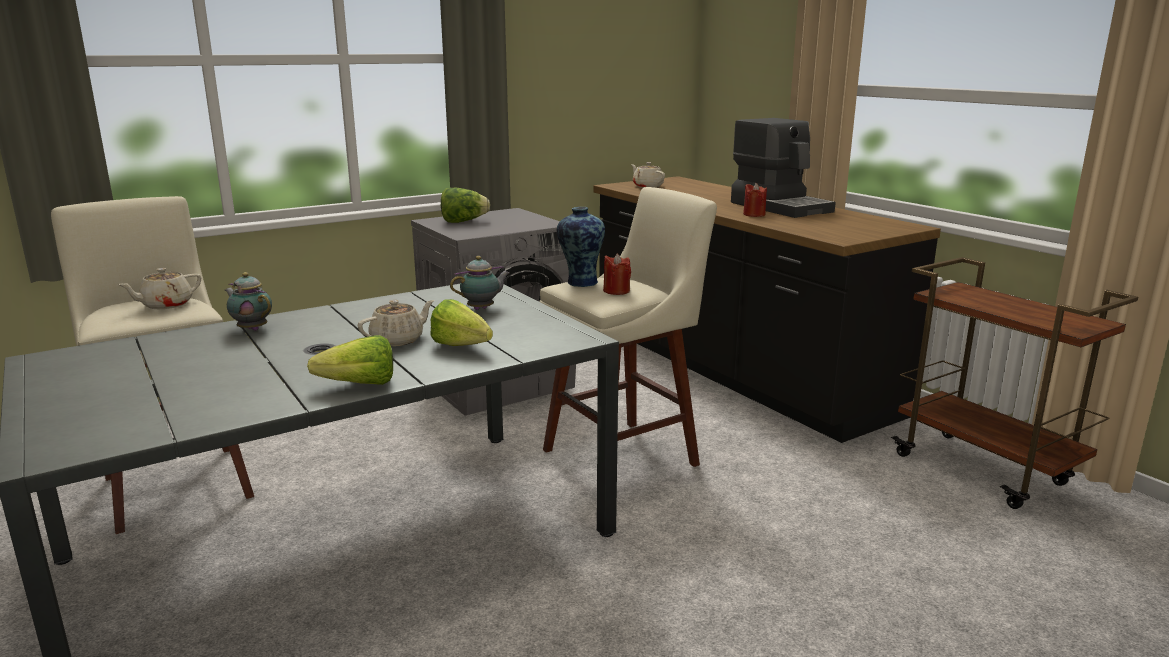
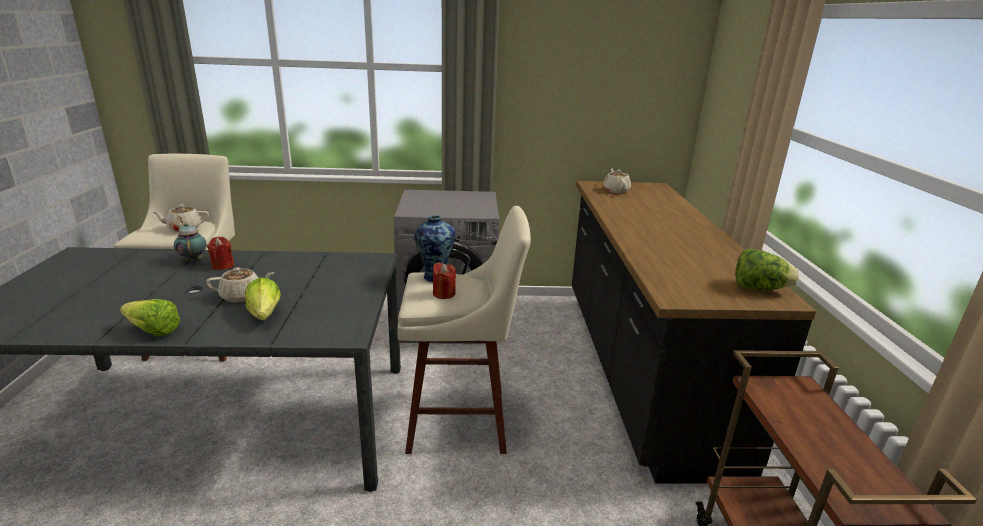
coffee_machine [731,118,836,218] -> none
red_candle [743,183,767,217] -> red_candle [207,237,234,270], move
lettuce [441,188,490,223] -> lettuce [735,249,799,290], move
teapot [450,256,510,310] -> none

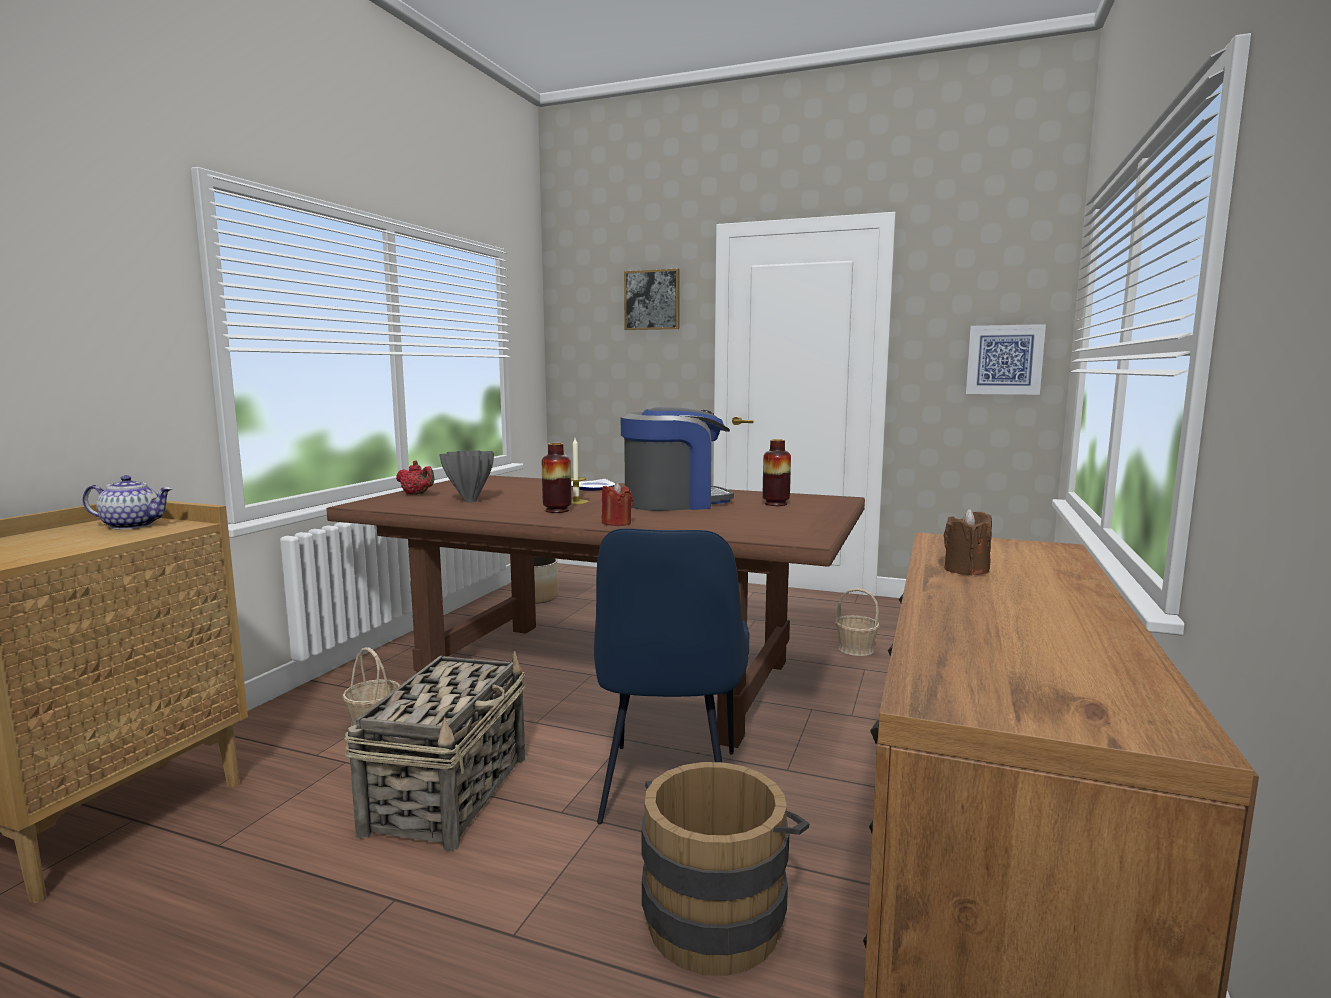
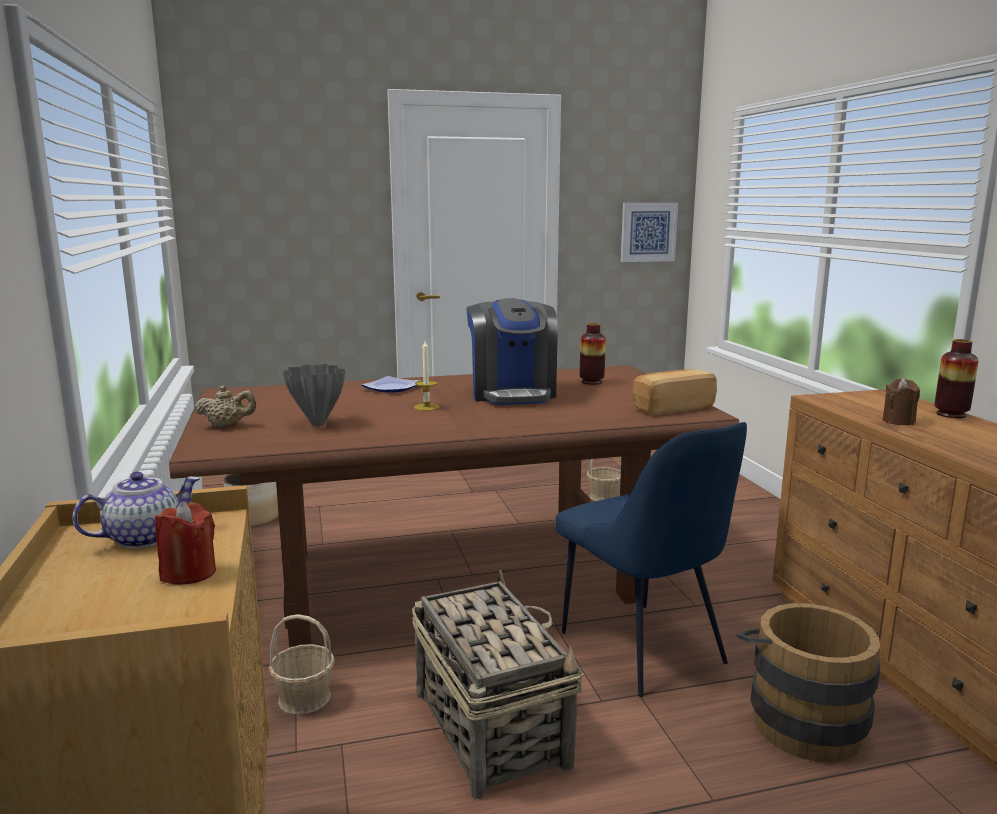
picture [624,269,680,330] -> none
coffee_machine [621,407,734,511] -> coffee_machine [466,298,558,405], 135 degrees clockwise
vase [542,443,571,513] -> vase [935,339,978,418], move
red_teapot [396,460,434,495] -> beige_teapot [194,385,256,428]
red_candle [602,482,633,526] -> red_candle [155,502,216,585], move
none -> bread [632,369,717,415]

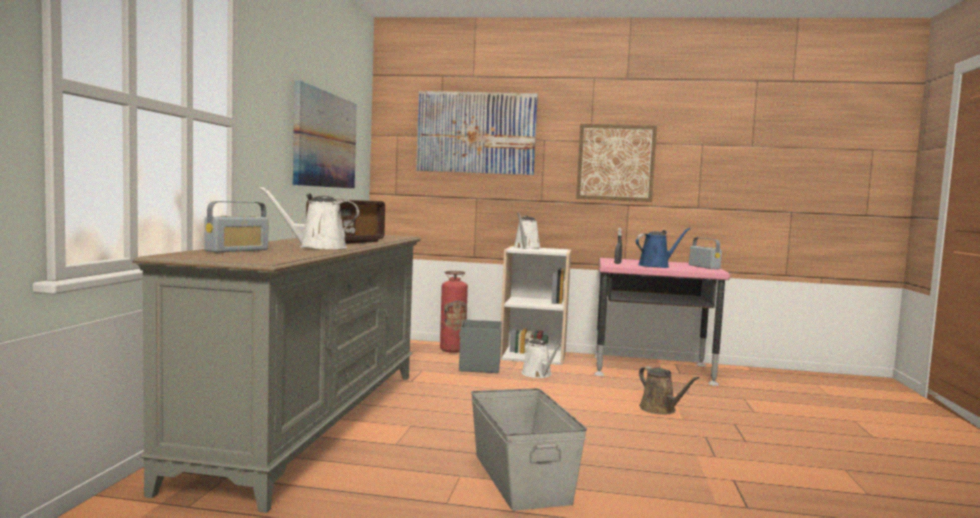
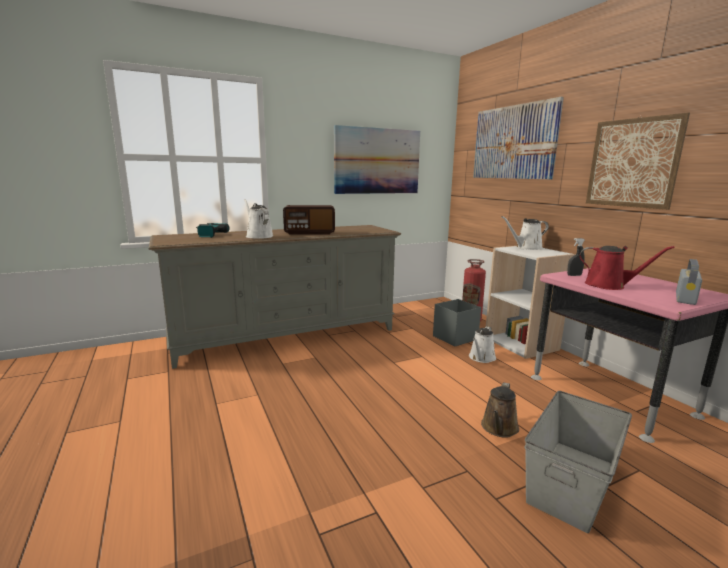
radio [204,201,269,253] -> power_drill [196,223,230,238]
blue_watering_can [636,228,691,268] -> red_watering_can [579,246,674,290]
grey_storage_box [471,388,587,511] -> grey_storage_box [524,391,632,533], move

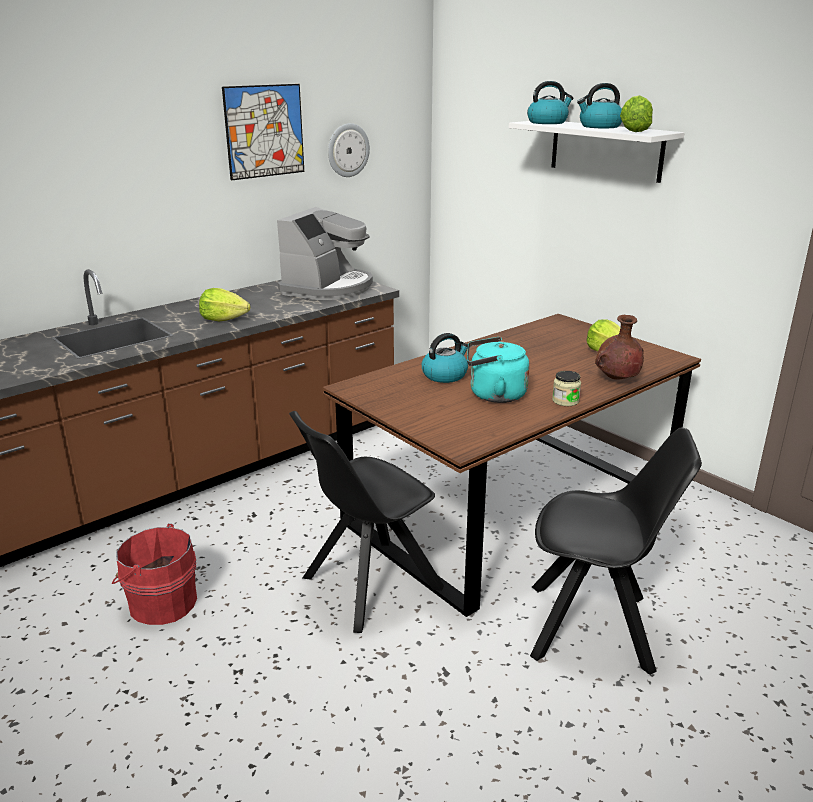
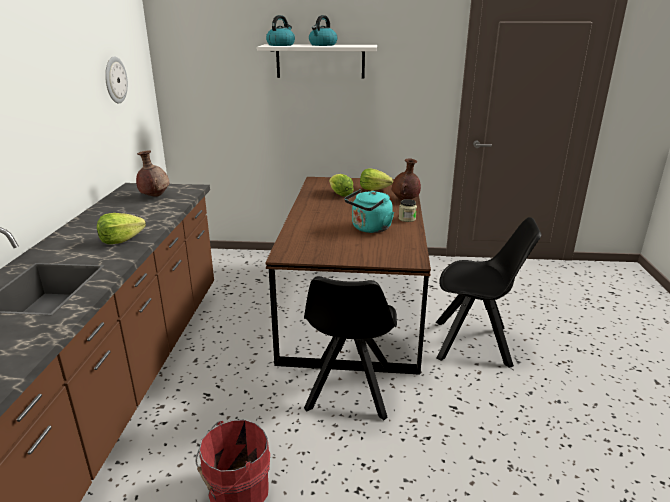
picture [222,84,304,180] -> none
lettuce [620,95,653,132] -> lettuce [329,174,354,197], move
coffee_machine [277,207,373,300] -> brown_vase [136,150,170,197]
kettle [422,333,468,383] -> none
black_chair [530,427,702,675] -> black_chair [436,217,542,368], 45 degrees clockwise

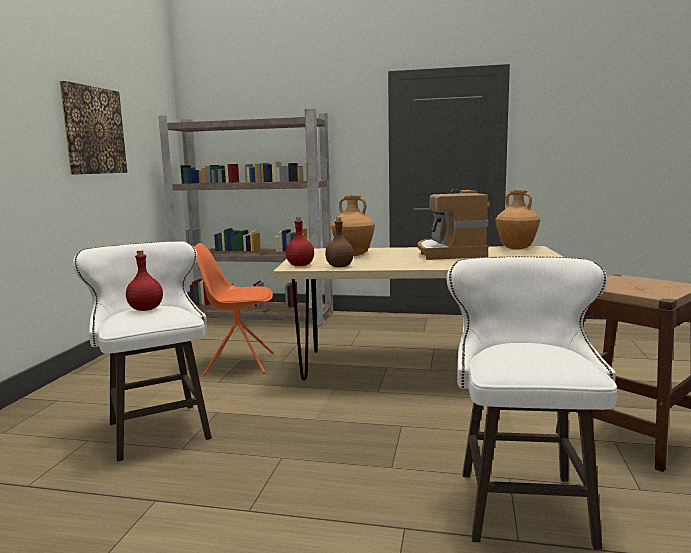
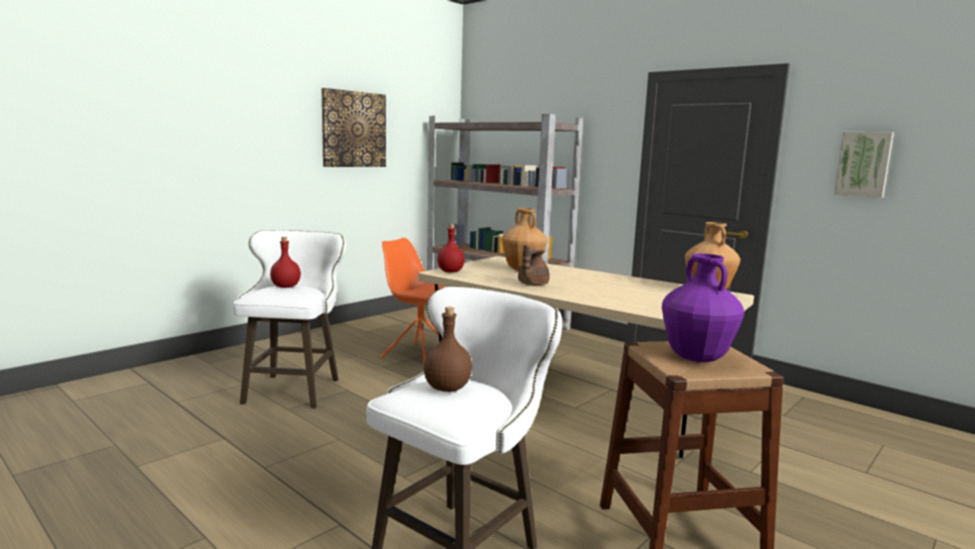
coffee_machine [418,189,488,260] -> none
brown_bottle [325,217,354,267] -> brown_bottle [424,307,472,392], move
none -> picture [834,132,894,198]
none -> brown_teapot [518,245,550,285]
none -> purple_vase [662,253,744,362]

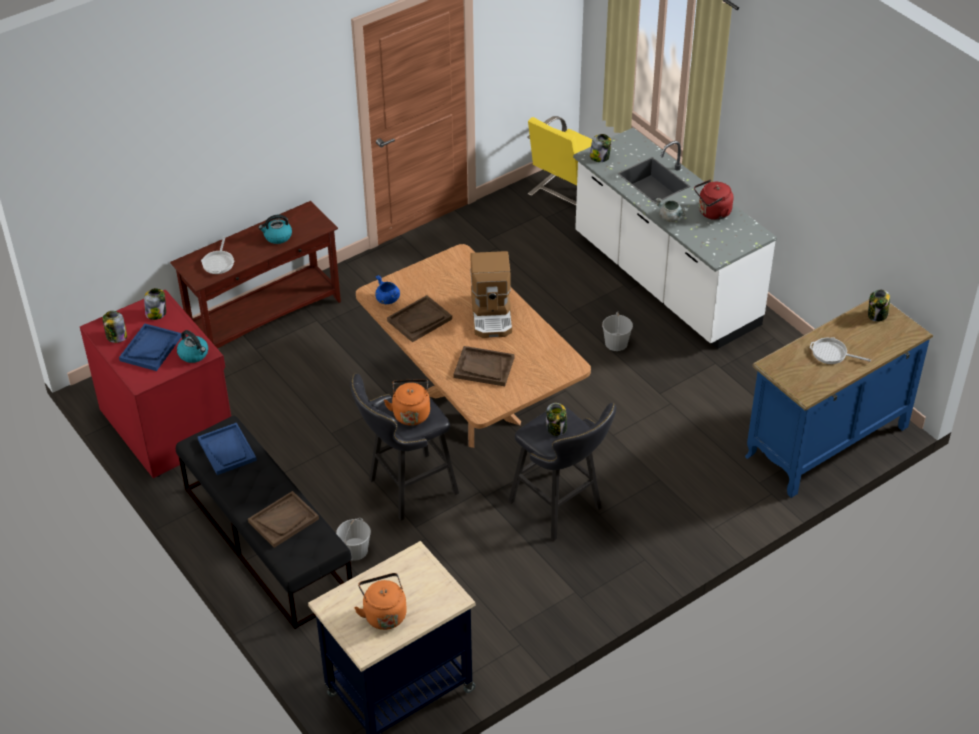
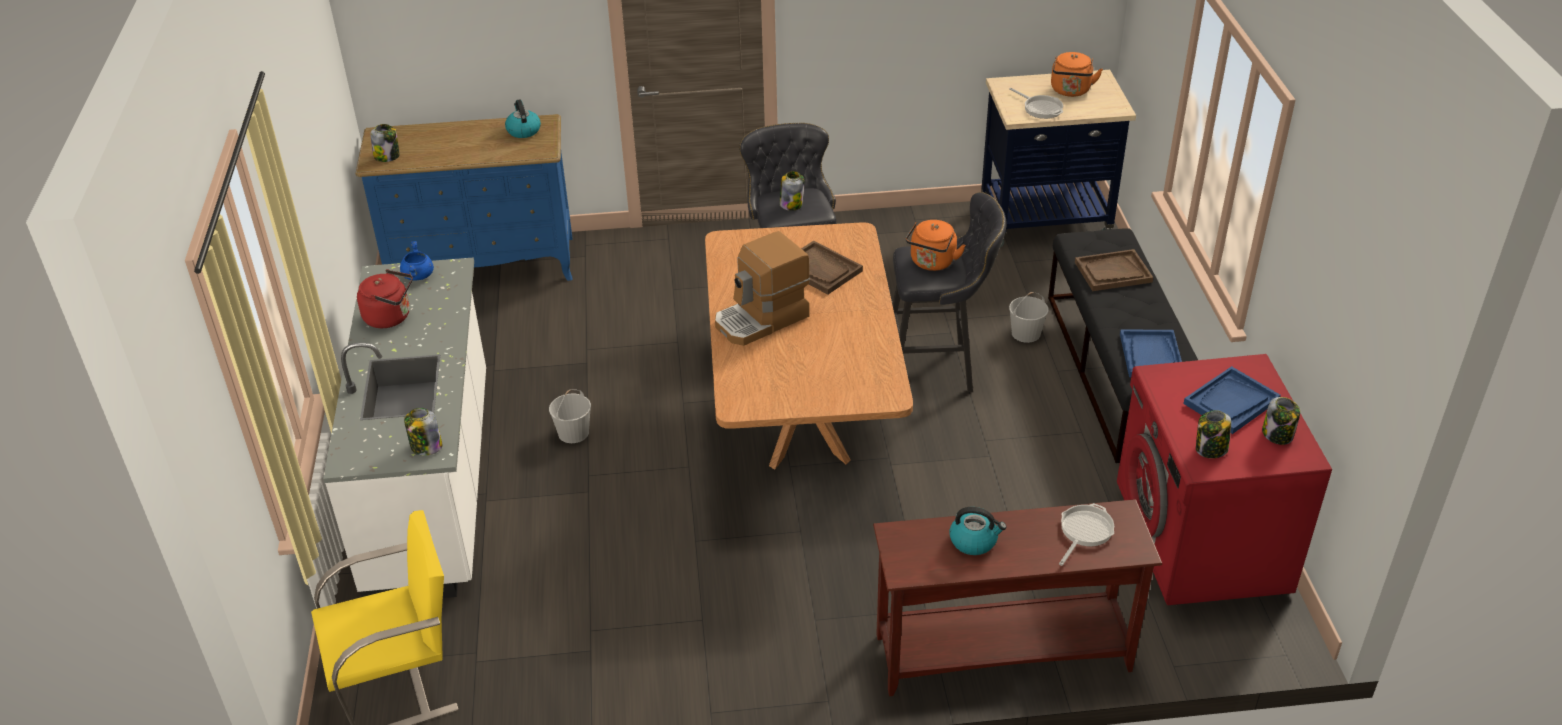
grey_cooking_pot [656,198,688,222] -> none
coffee_machine [470,251,512,338] -> coffee_machine [715,231,810,346], 150 degrees counterclockwise
blue_cooking_pot [375,275,400,304] -> blue_cooking_pot [400,241,434,280], move
brown_tray [387,295,452,342] -> none
kettle [177,330,208,363] -> kettle [505,99,541,138], move
frying_pan [810,337,871,364] -> frying_pan [1009,88,1063,119], move

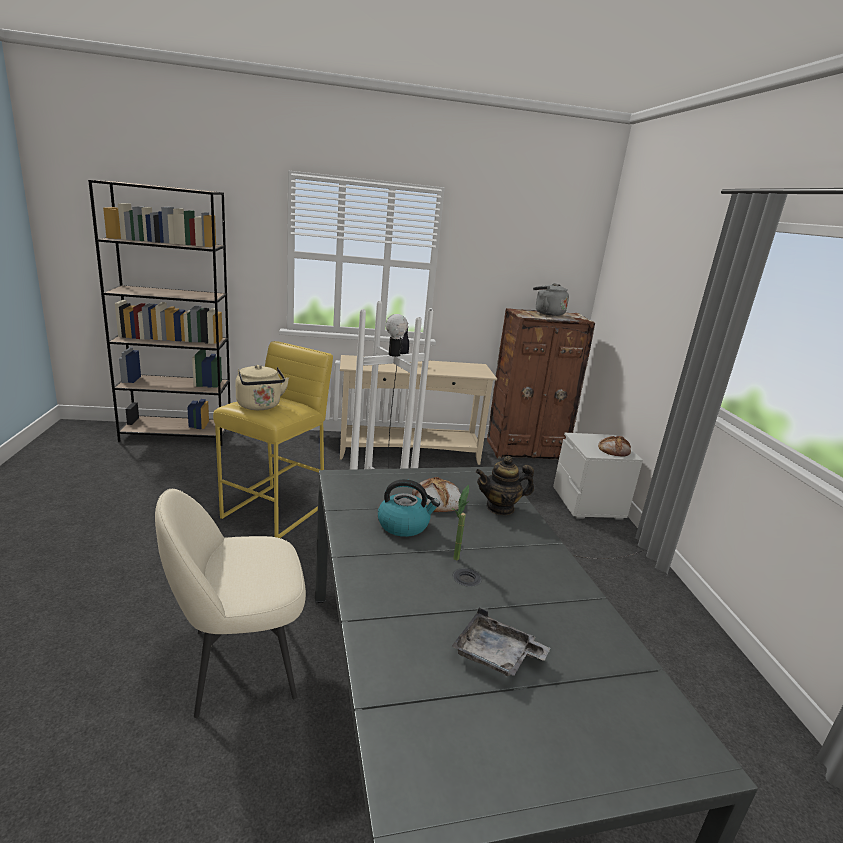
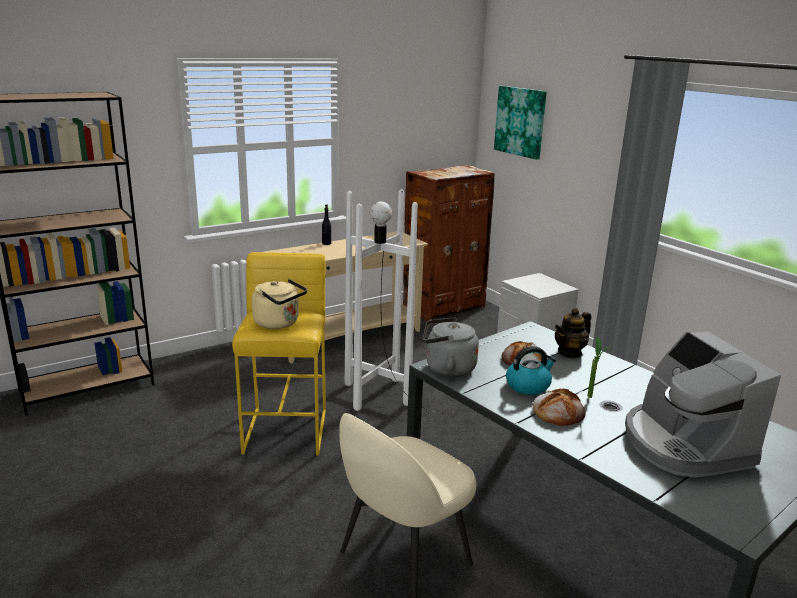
grey_kettle [533,283,569,316] -> grey_kettle [423,317,479,377], move
bread [598,436,631,456] -> bread [533,389,586,426], move
grey_tray [452,608,551,676] -> coffee_machine [625,331,781,477]
none -> picture [494,86,547,160]

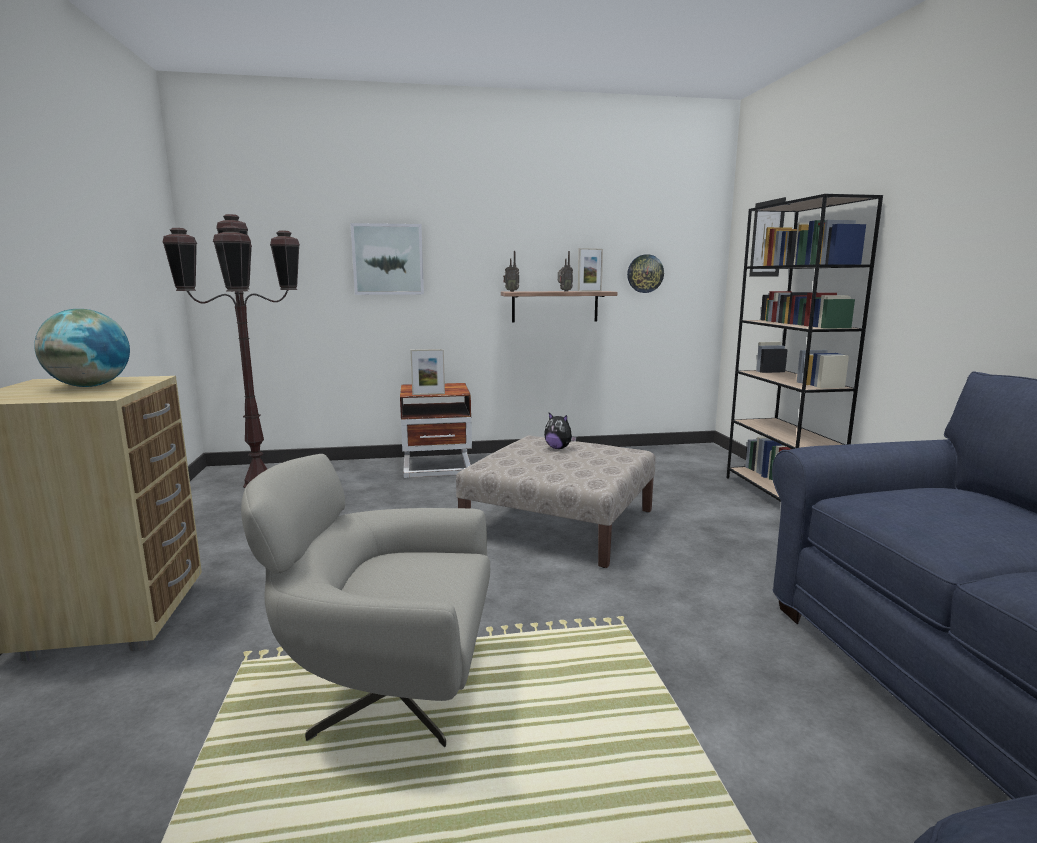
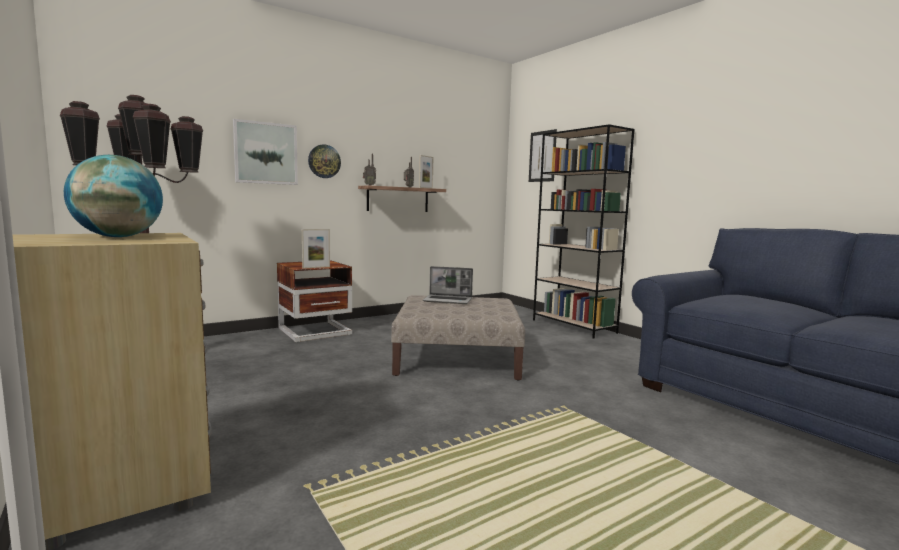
wall_clock [627,254,664,293] -> wall_clock [308,144,341,178], move
plush_toy [544,413,577,449] -> laptop [423,266,473,304]
grey_armchair [241,454,490,747] -> none

